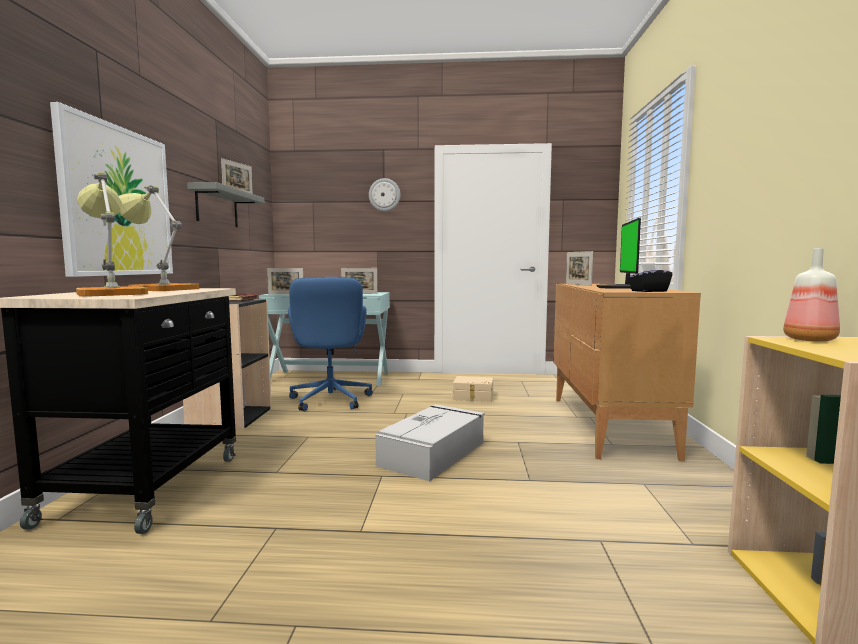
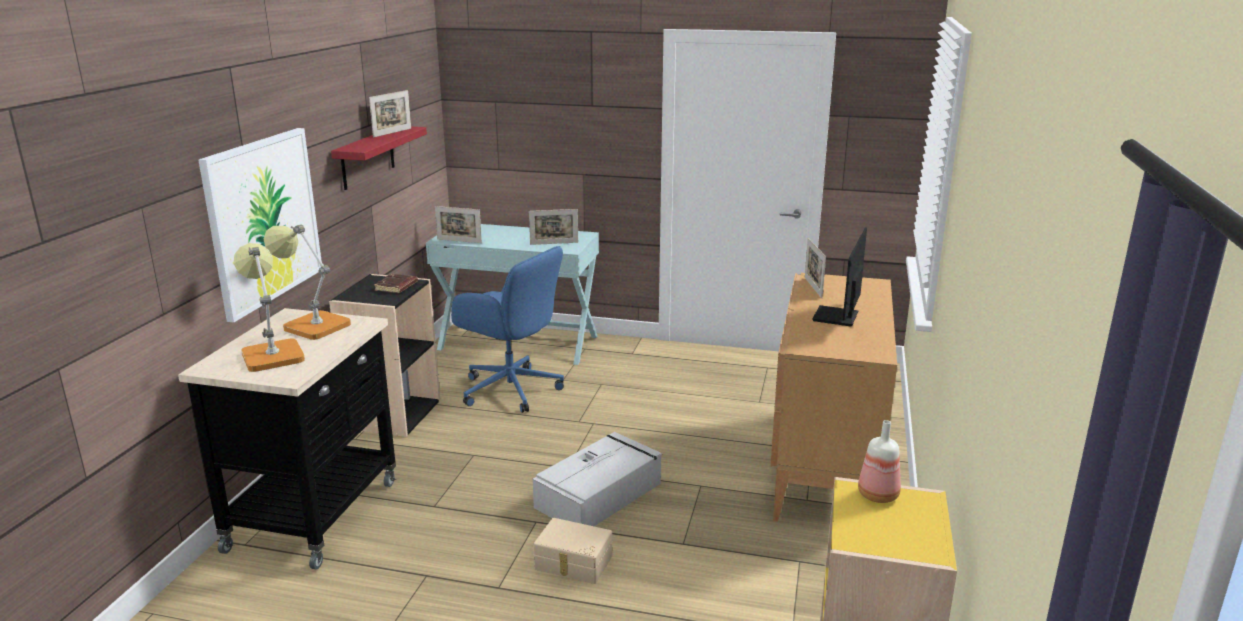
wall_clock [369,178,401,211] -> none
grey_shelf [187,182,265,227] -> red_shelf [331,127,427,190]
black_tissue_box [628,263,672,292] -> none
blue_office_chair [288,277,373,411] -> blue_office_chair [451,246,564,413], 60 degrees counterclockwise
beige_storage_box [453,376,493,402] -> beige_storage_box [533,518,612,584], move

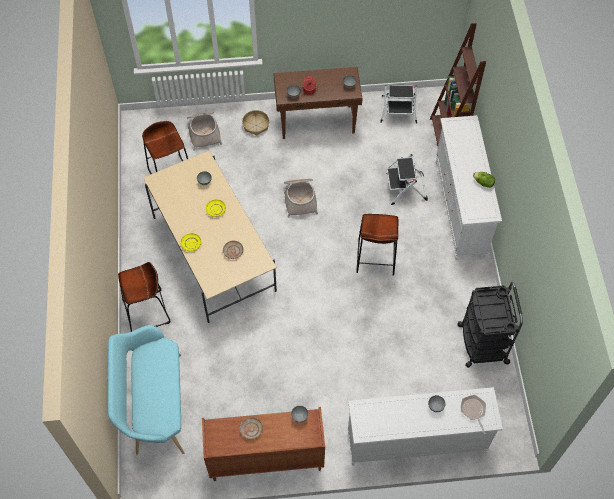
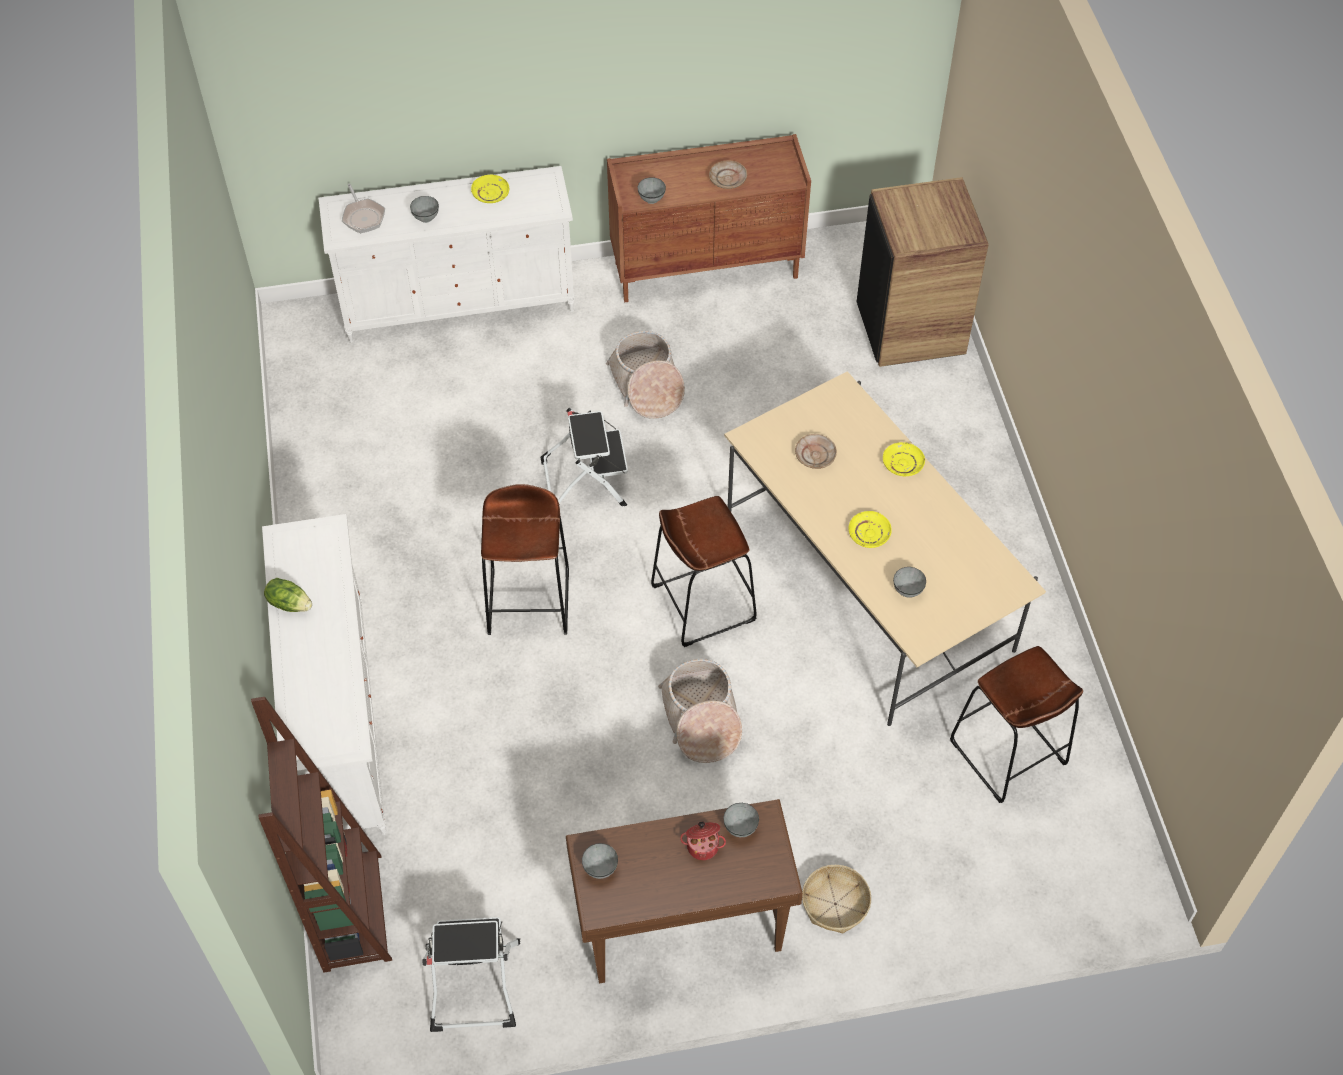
basket [187,112,222,151] -> basket [606,331,685,419], move
step_ladder [387,154,428,205] -> step_ladder [541,408,628,506], move
brown_stool [118,262,170,332] -> brown_stool [651,496,757,647], move
black_cart [457,282,523,368] -> none
turquoise_bench [108,325,184,455] -> brown_cabinet [857,177,989,367]
none -> yellow_plate [471,175,509,203]

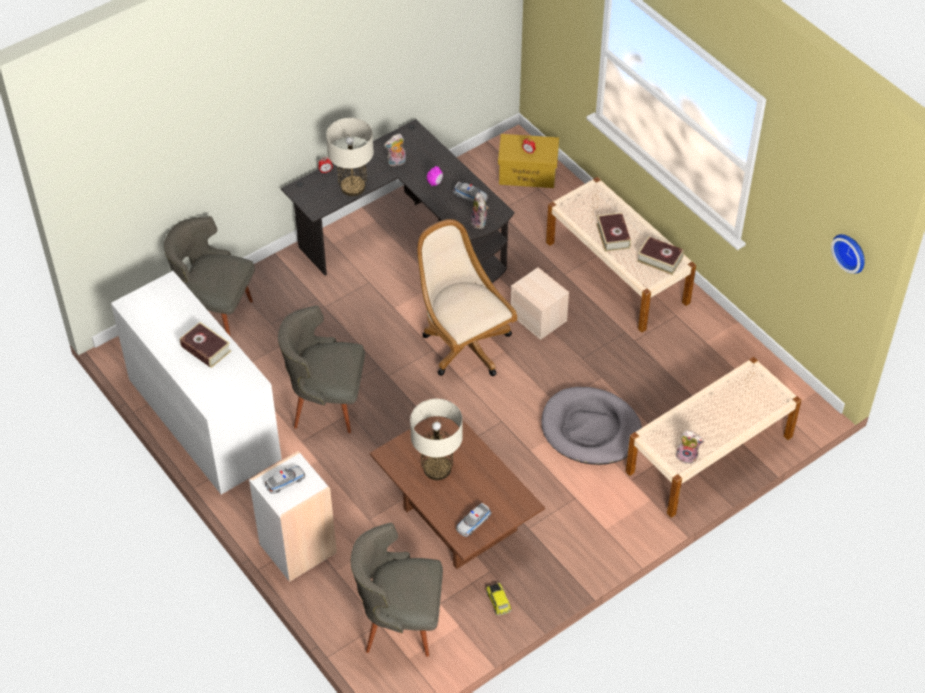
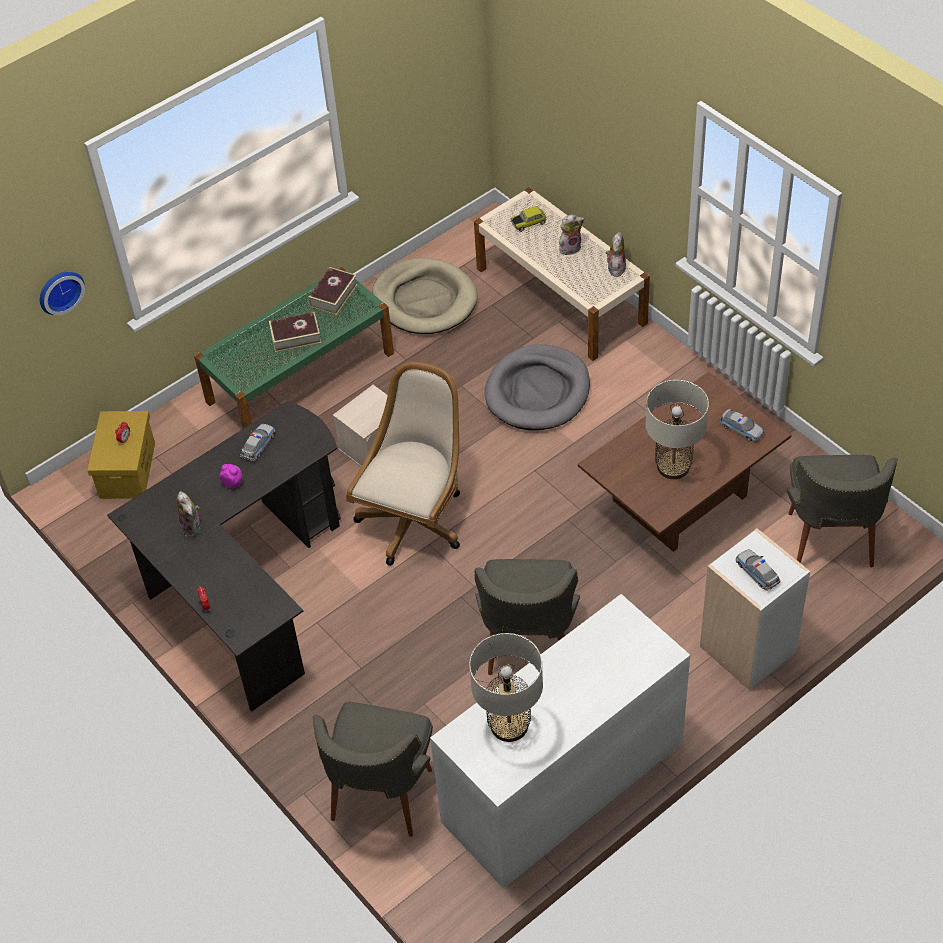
table_lamp [326,118,374,196] -> table_lamp [469,633,543,742], move
beige_bench [546,177,696,333] -> green_bench [194,267,394,429]
plush_toy [471,193,489,229] -> plush_toy [559,214,584,255], move
office_chair [417,219,517,376] -> office_chair [346,361,460,566], 150 degrees clockwise
wall_clock [831,234,865,274] -> wall_clock [40,271,85,315], move
book [180,322,231,368] -> none
toy_car [486,582,512,615] -> toy_car [511,206,547,232], move
none -> beige_dog_bed [372,258,477,334]

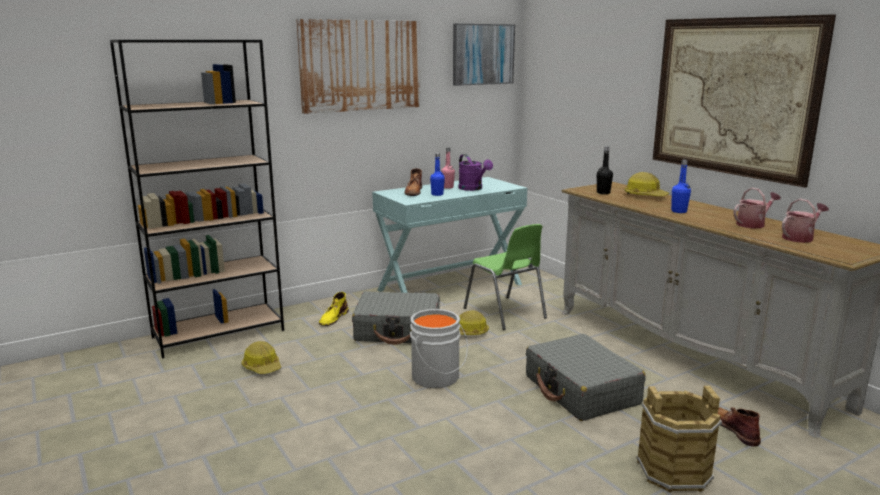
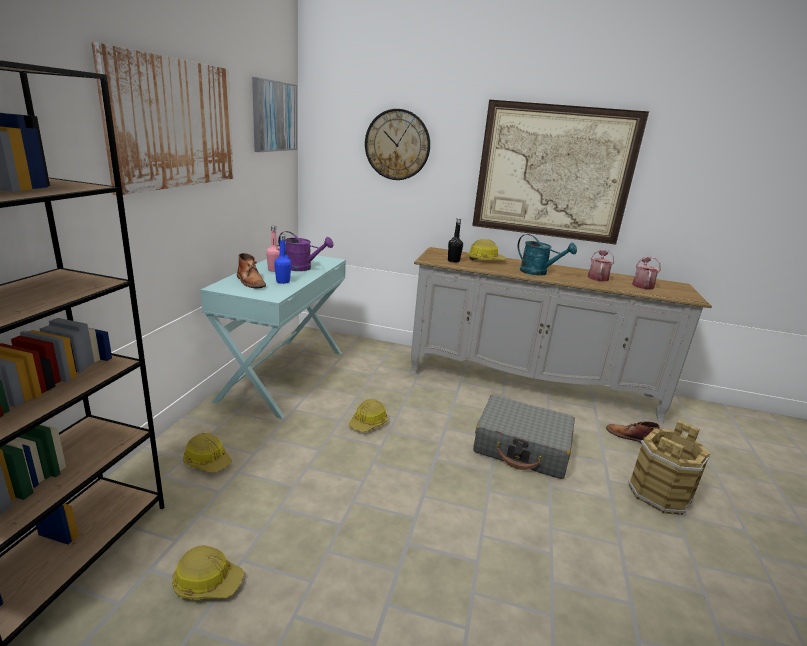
blue_bottle [671,160,691,213] -> turquoise_watering_can [517,234,577,276]
green_chair [464,224,547,330] -> none
grey_suitcase [352,291,440,345] -> none
yellow_boot [319,292,349,326] -> hard_hat [183,433,232,472]
grey_bucket [410,309,468,388] -> none
none -> wall_clock [365,109,430,180]

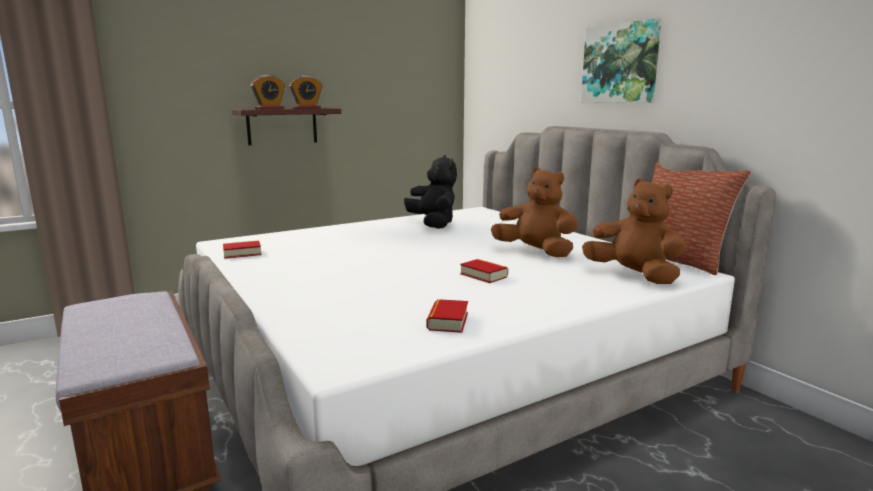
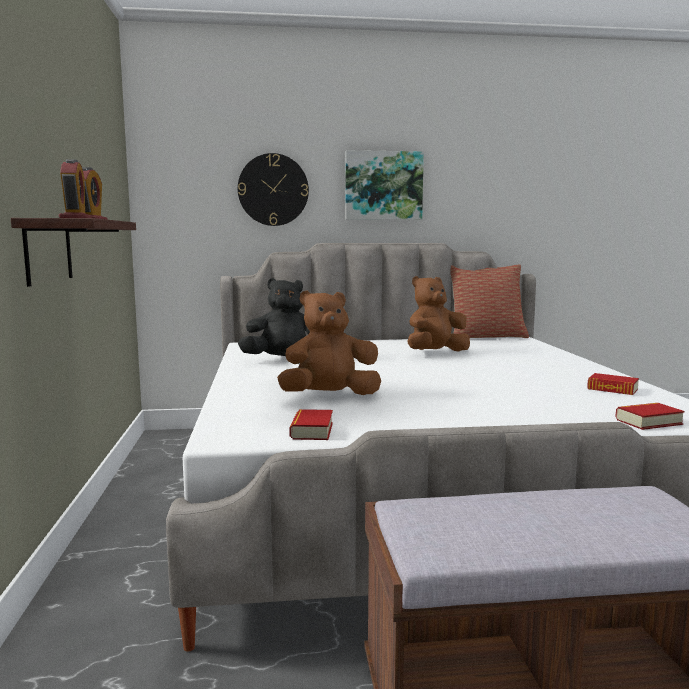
brown_plush_toy [582,179,687,284] -> brown_plush_toy [277,291,381,395], move
book [460,259,508,283] -> book [615,403,684,430], move
none -> wall_clock [238,153,309,226]

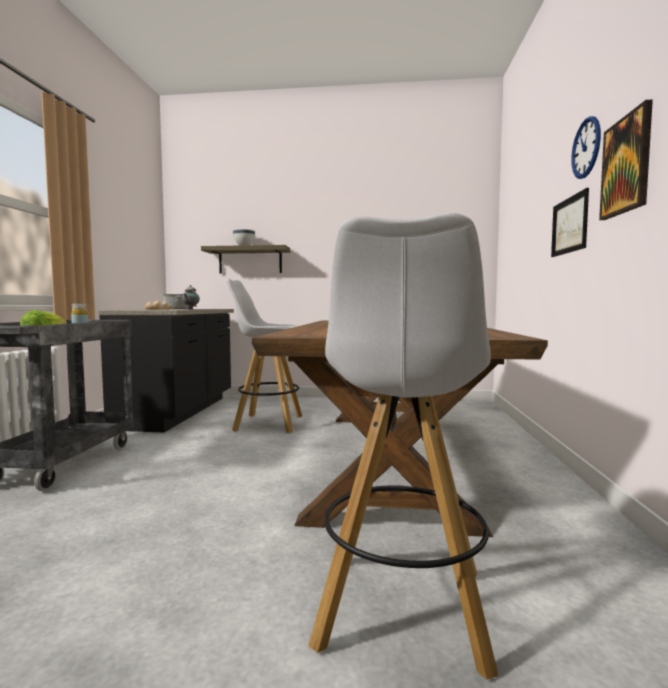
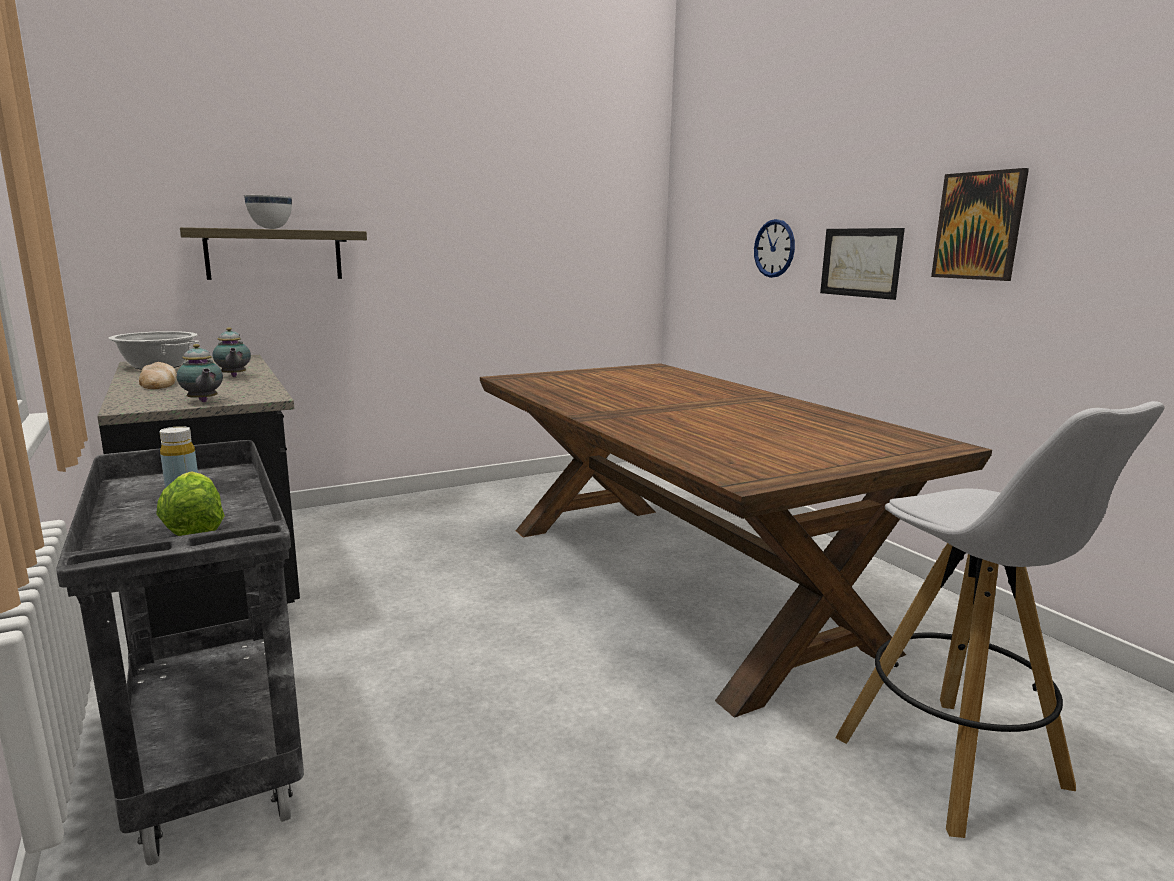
wall_clock [571,116,601,179] -> wall_clock [754,219,795,278], move
white_stool [226,278,302,433] -> none
none -> teapot [177,344,223,402]

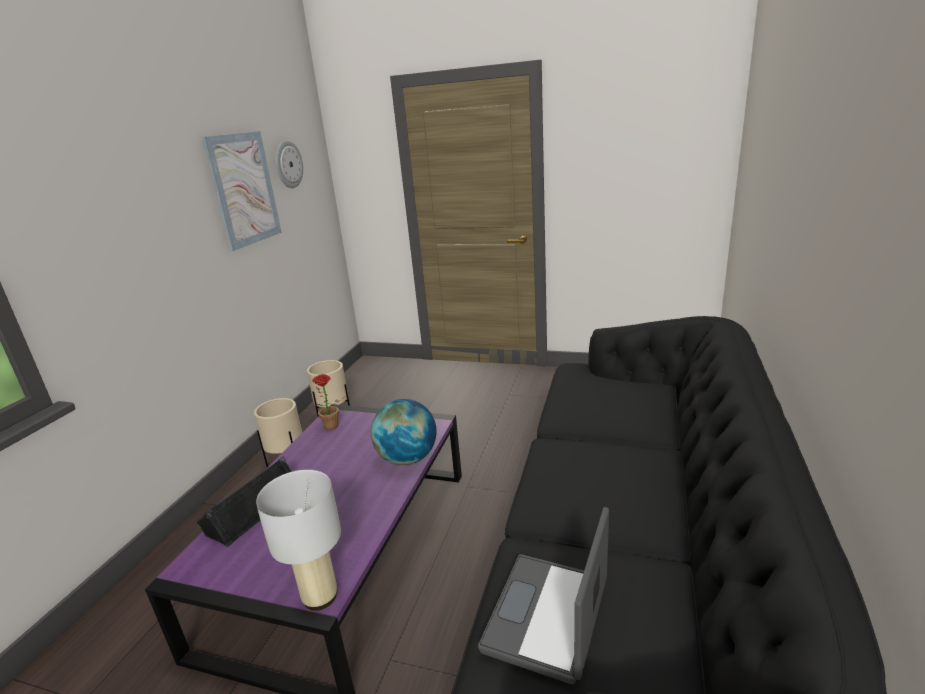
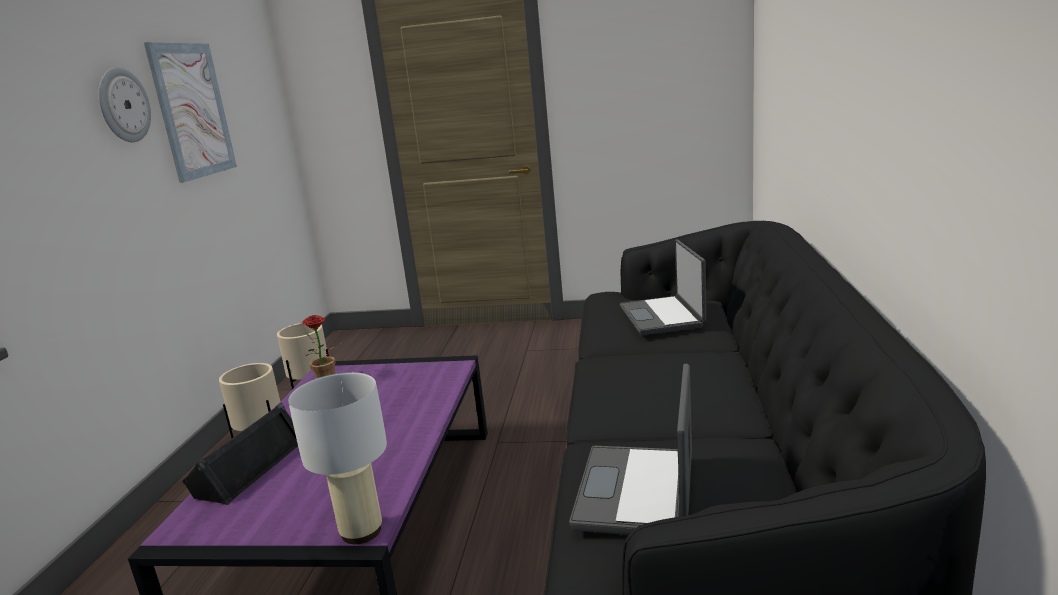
wall_clock [276,140,303,188] -> wall_clock [99,67,151,142], move
globe [371,399,437,465] -> none
none -> laptop [620,239,706,335]

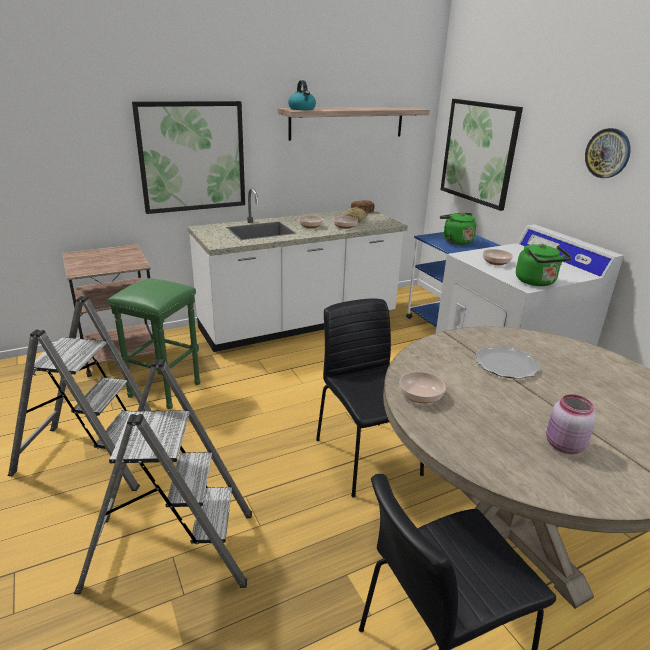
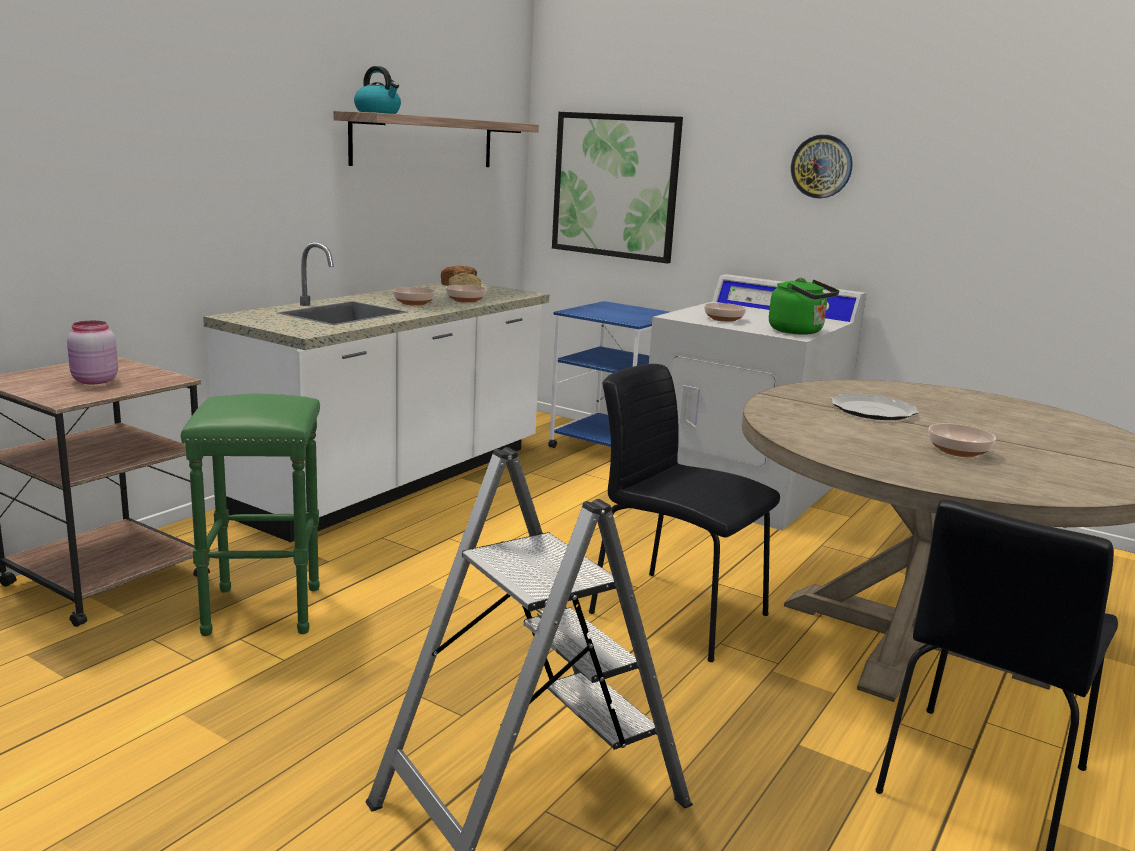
picture [132,101,245,214] -> none
green_kettle [440,213,476,245] -> none
grey_step_ladder [7,296,152,491] -> none
bowl [399,372,446,403] -> bowl [928,423,996,457], move
pink_jar [546,394,596,454] -> pink_jar [67,321,118,384], move

